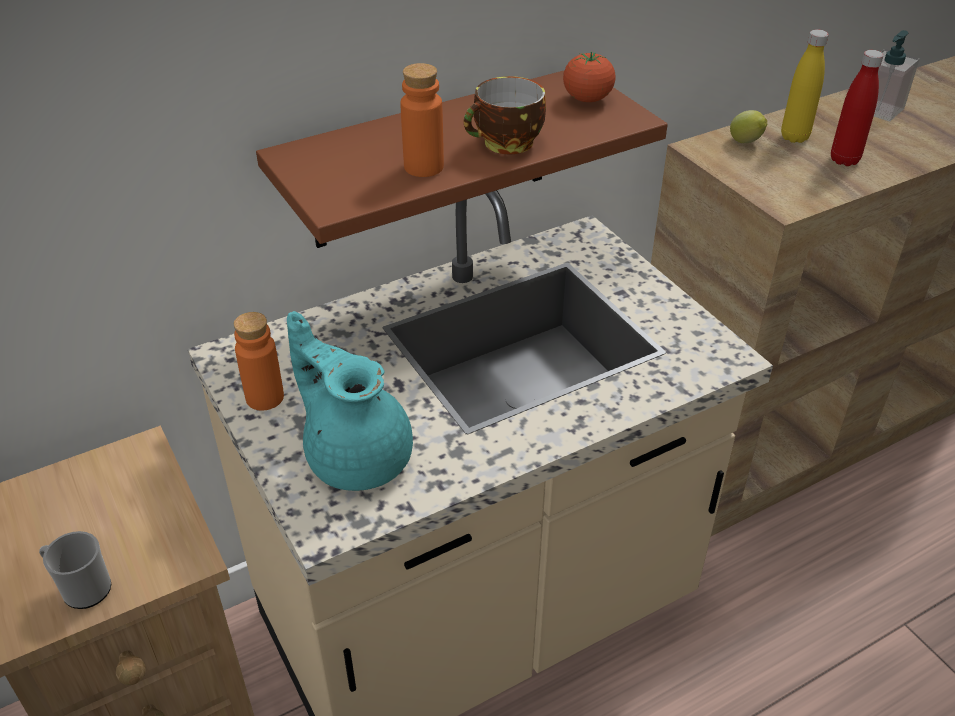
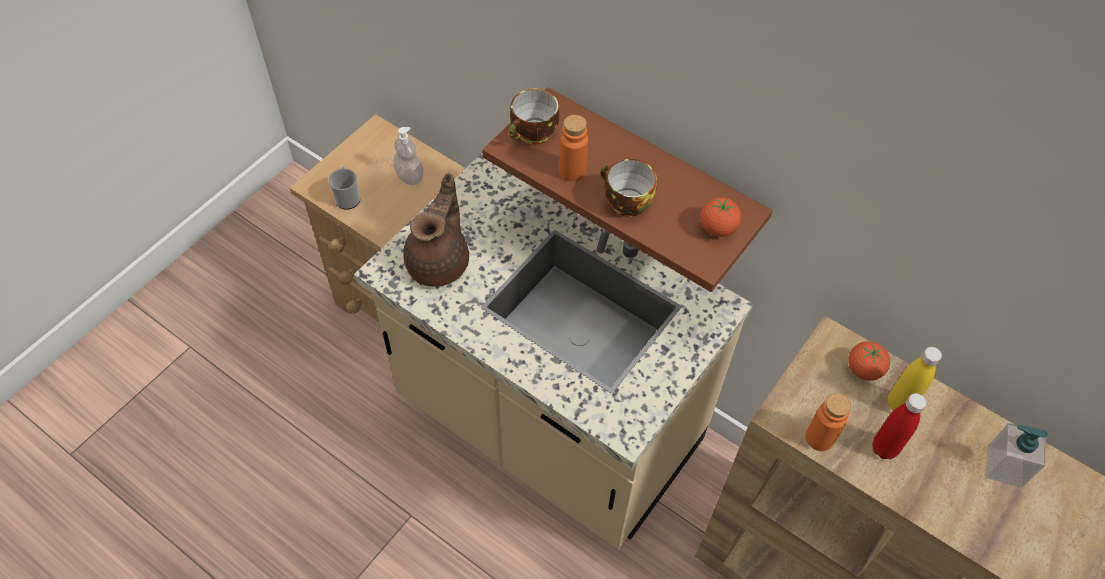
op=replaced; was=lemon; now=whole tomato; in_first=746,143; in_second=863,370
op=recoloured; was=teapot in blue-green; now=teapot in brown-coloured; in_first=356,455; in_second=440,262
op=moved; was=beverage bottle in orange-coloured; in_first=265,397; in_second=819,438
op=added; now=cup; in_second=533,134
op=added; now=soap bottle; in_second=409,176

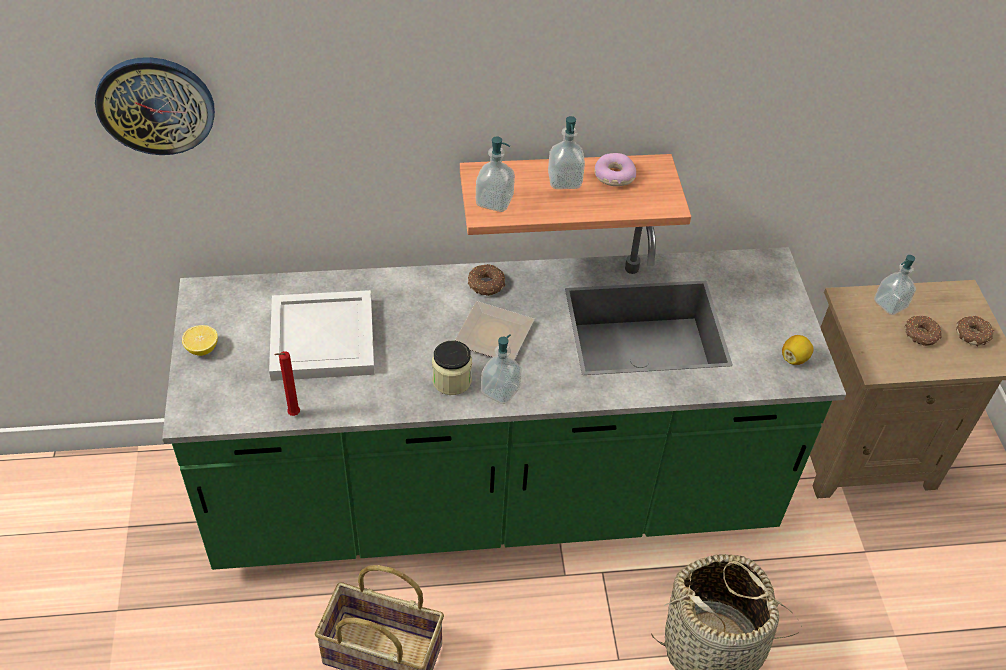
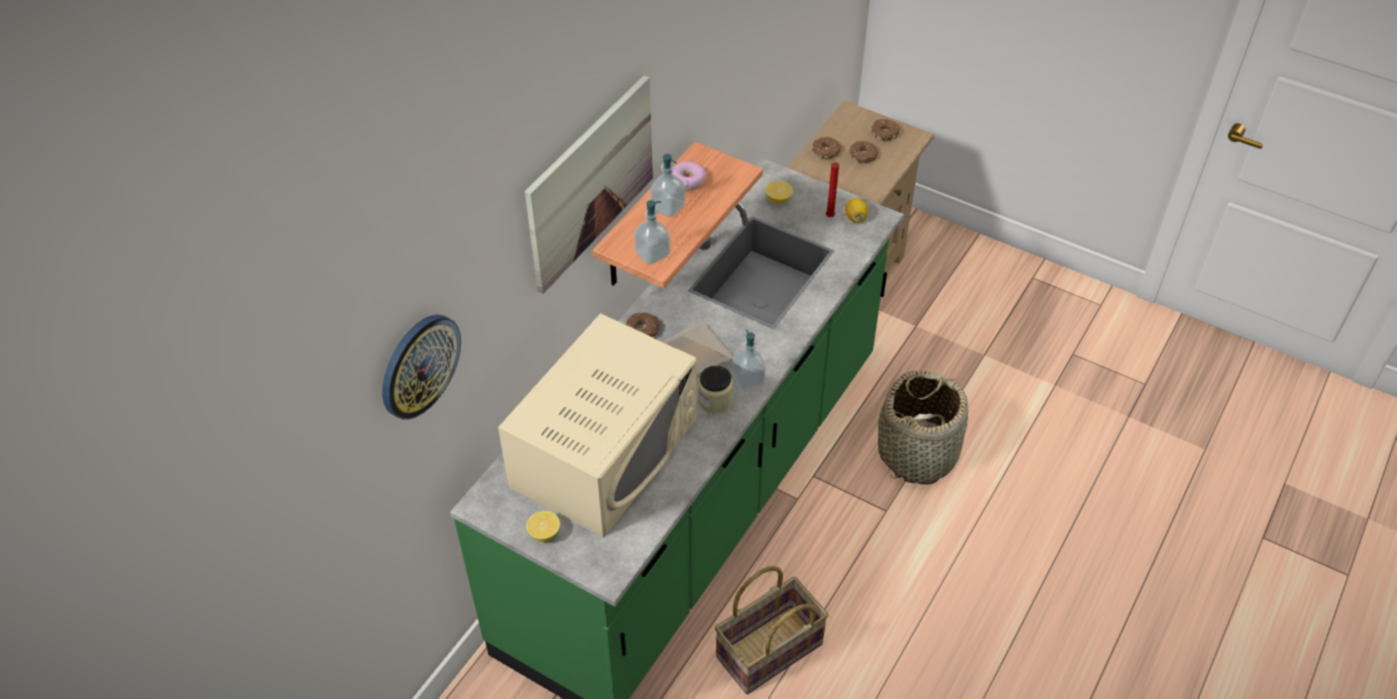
op=replaced; was=soap bottle; now=ring doughnut; in_first=890,304; in_second=826,151
op=replaced; was=tray in whitish; now=kitchen microwave in beige; in_first=324,337; in_second=605,451
op=moved; was=wax candle in red-coloured; in_first=292,415; in_second=830,218
op=added; now=wall art; in_second=590,182
op=added; now=lemon; in_second=778,199

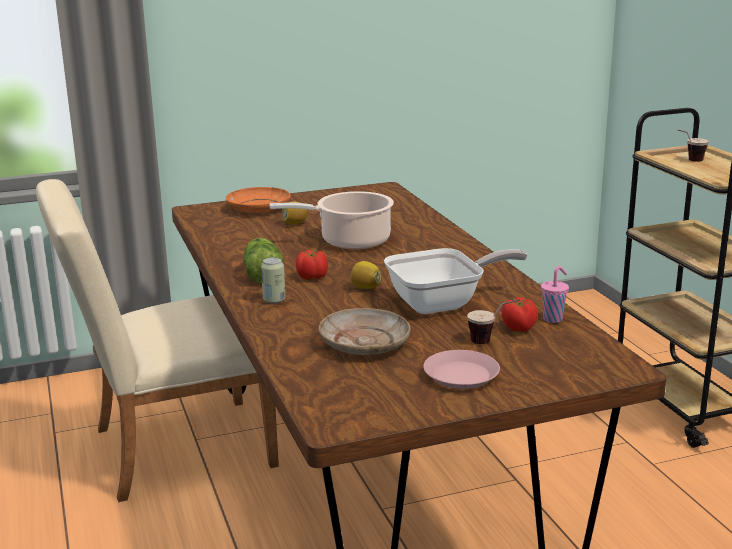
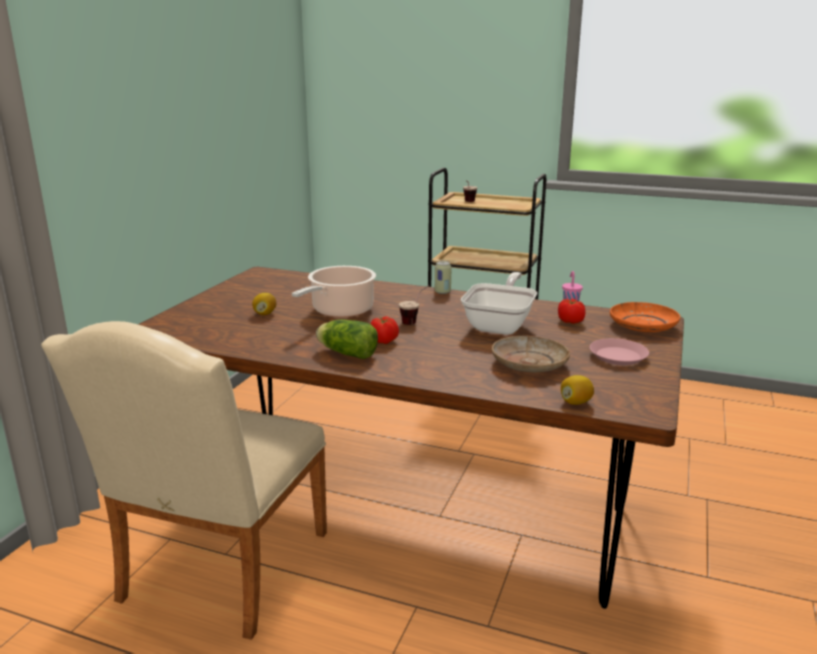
op=moved; was=flat dish in orange-coloured; in_first=258,208; in_second=643,325
op=moved; was=sealed can; in_first=274,300; in_second=442,292
op=moved; was=lemon; in_first=365,288; in_second=575,402
op=moved; was=cup; in_first=492,341; in_second=415,321

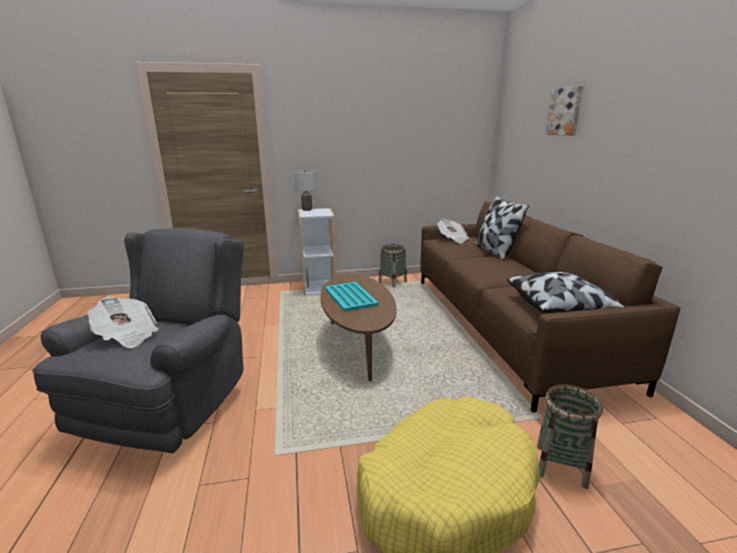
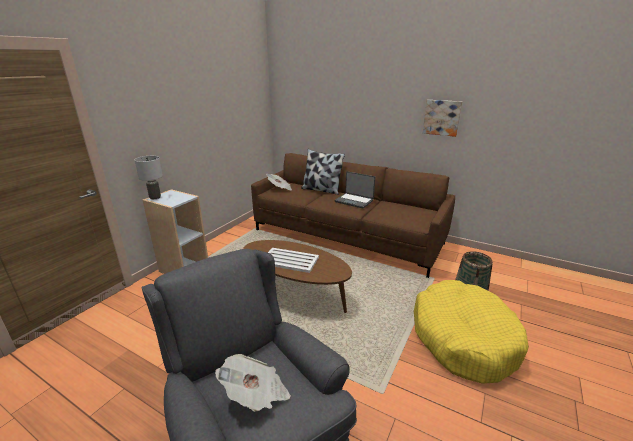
op=moved; was=wall art; in_first=565,111; in_second=442,117
op=removed; was=storage basket; in_first=392,282
op=removed; was=cushion; in_first=559,306
op=recoloured; was=tray in blue-green; now=tray in whitish; in_first=350,297; in_second=289,260
op=added; now=notebook computer; in_second=354,201

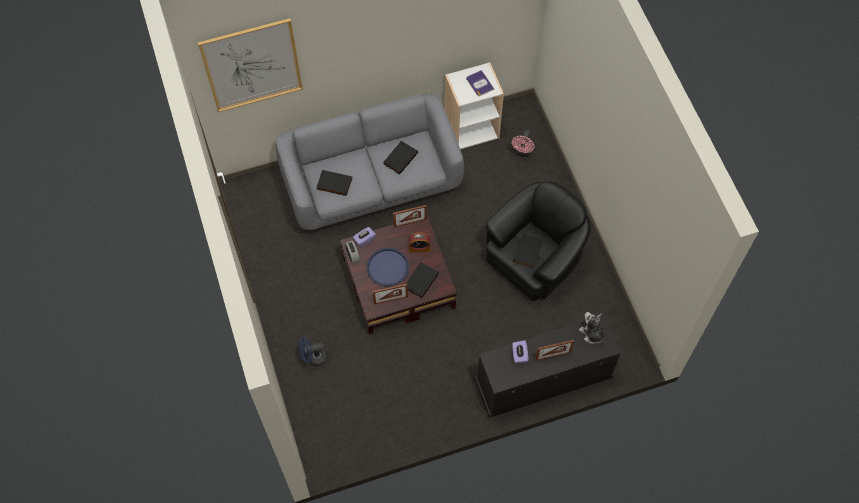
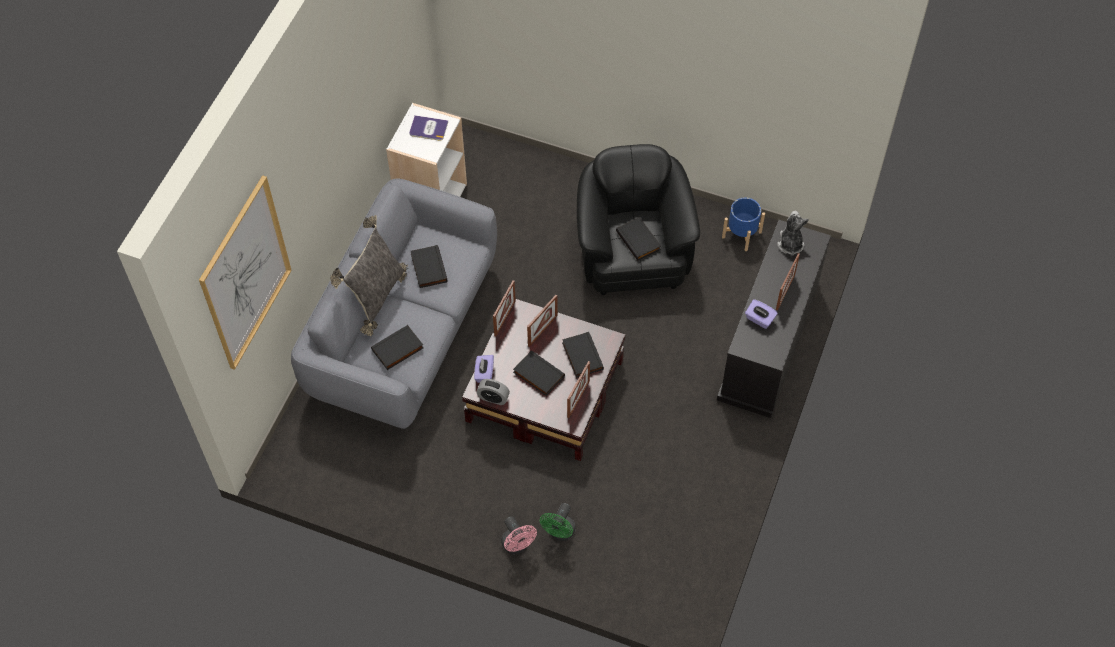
op=moved; was=cooling fan in pinkish; in_first=523,152; in_second=517,546
op=replaced; was=bedside clock; now=picture frame; in_first=419,248; in_second=542,330
op=replaced; was=tray in blue-coloured; now=volume in blackish; in_first=387,267; in_second=537,375
op=turned; was=plush toy; in_first=591,333; in_second=790,243; clockwise=90
op=recoloured; was=cooling fan in blue-coloured; now=cooling fan in green-coloured; in_first=314,358; in_second=560,533
op=added; now=plant pot in blue-coloured; in_second=741,234
op=added; now=cushion; in_second=374,299

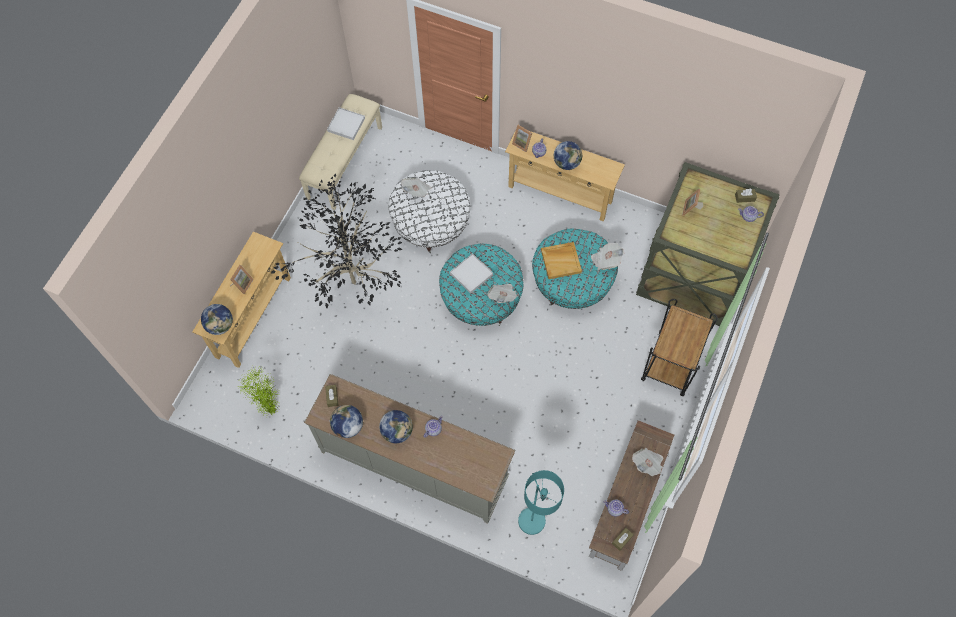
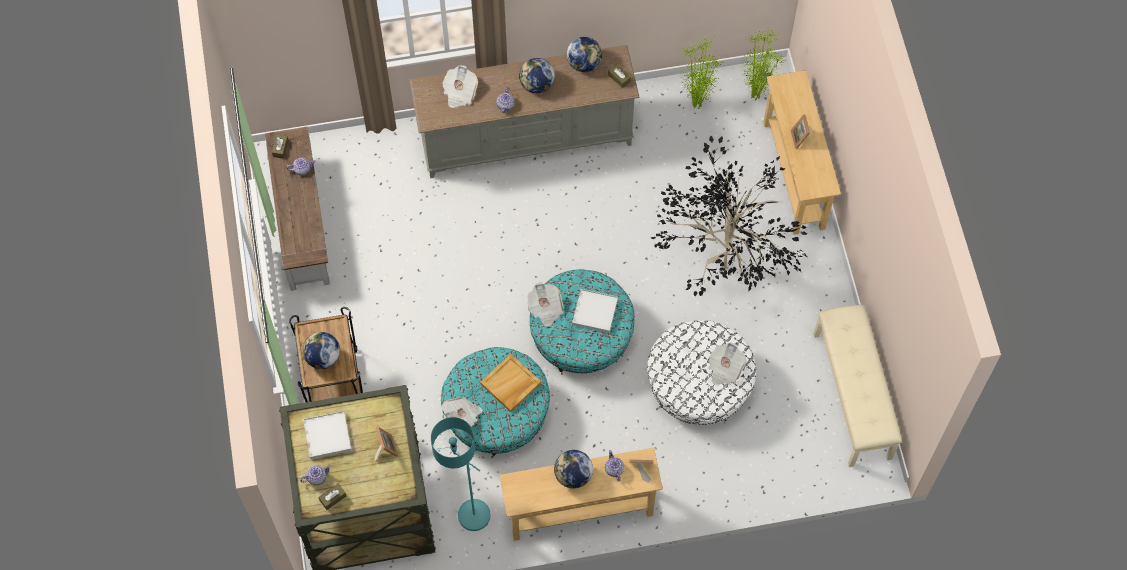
op=moved; was=tray in whitish; in_first=346,124; in_second=327,436
op=moved; was=desk globe; in_first=220,325; in_second=323,358
op=moved; was=newspaper; in_first=647,464; in_second=459,92
op=moved; was=standard lamp in blue-green; in_first=534,529; in_second=466,510
op=added; now=houseplant; in_second=755,95

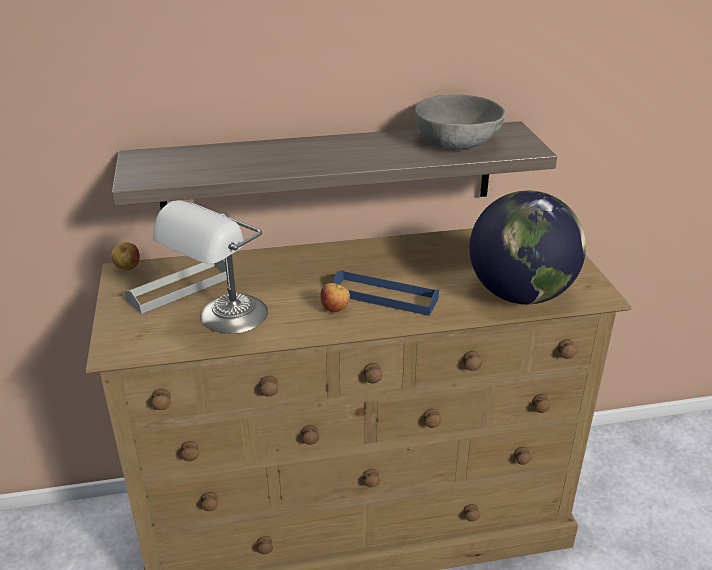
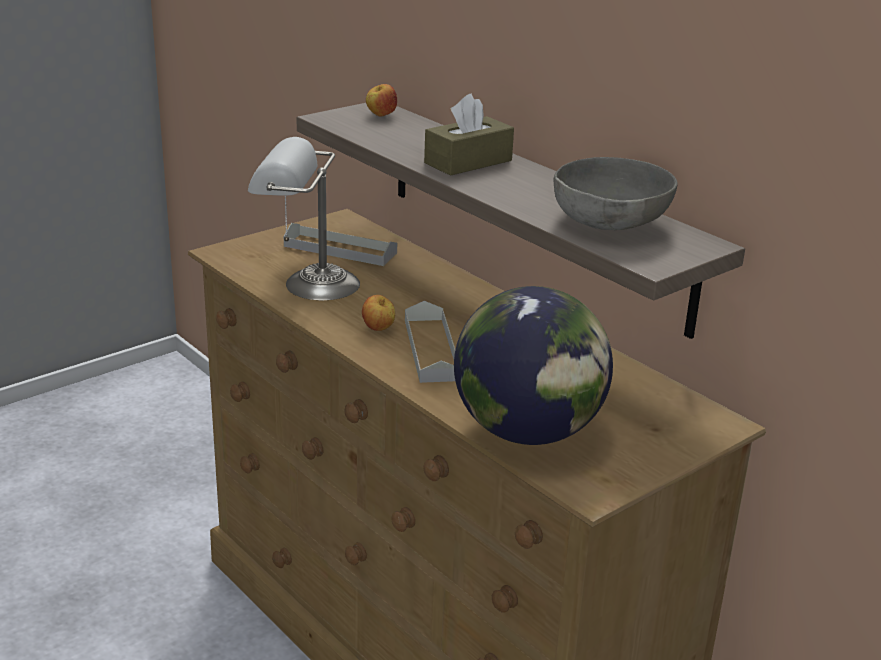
op=moved; was=apple fruit; in_first=127,269; in_second=381,115
op=recoloured; was=tray in blue-coloured; now=tray in greyish; in_first=384,296; in_second=431,349
op=added; now=box of tissues in brown-coloured; in_second=468,162

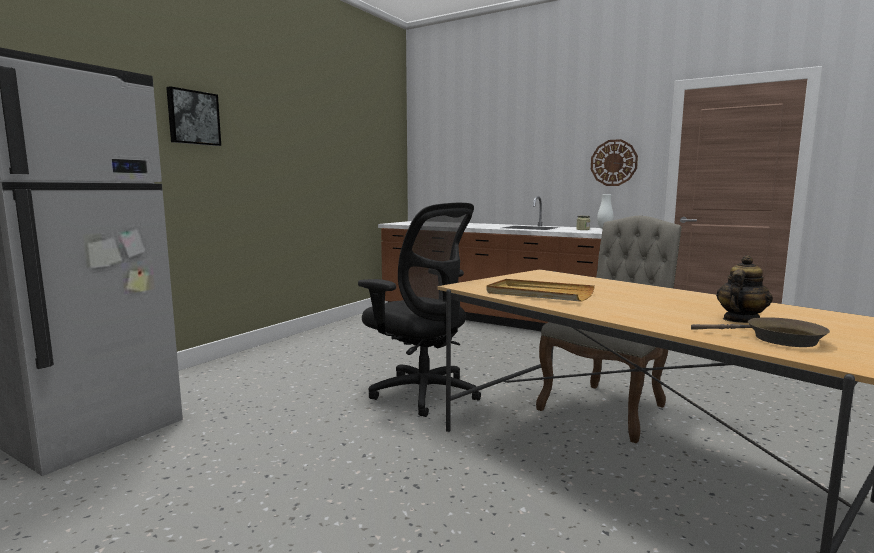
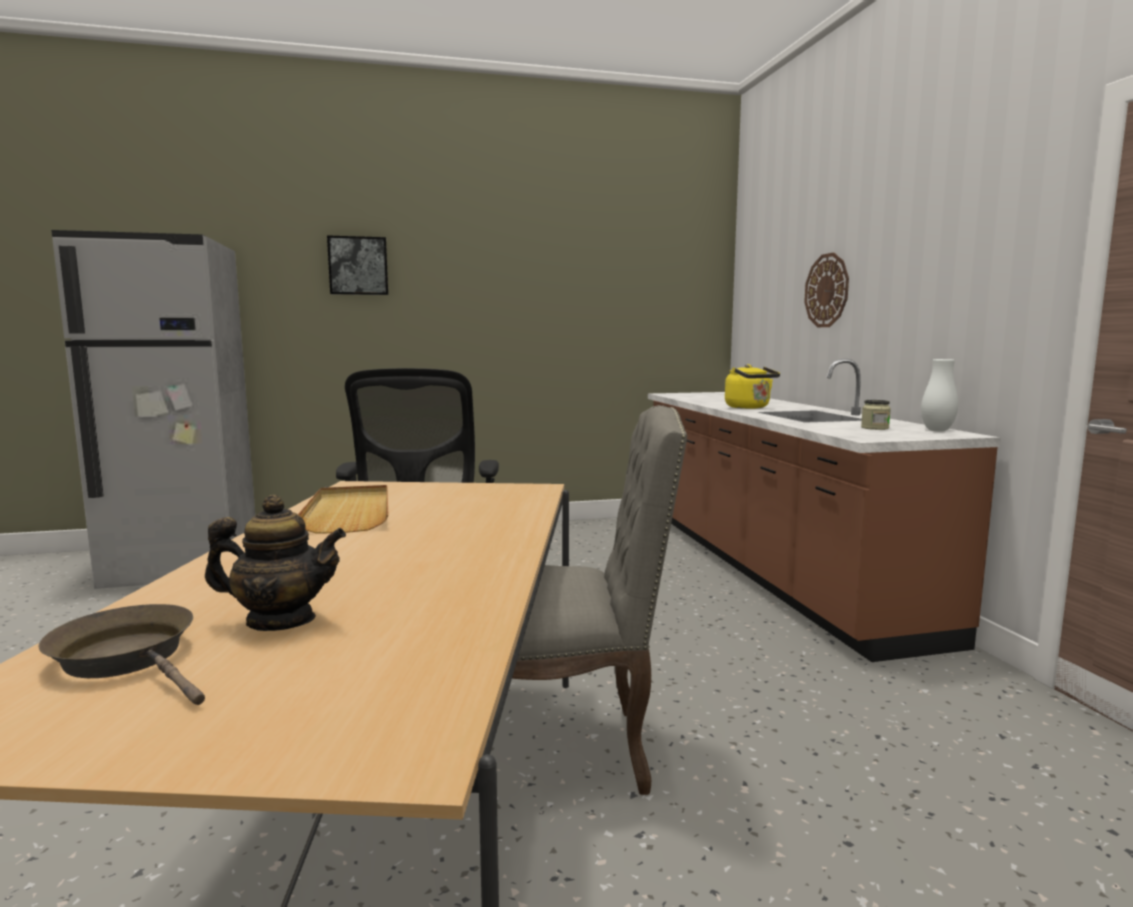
op=moved; was=clock on the wall; in_first=613,163; in_second=827,290
op=turned; was=skillet in brown-coloured; in_first=777,339; in_second=130,659; clockwise=150
op=added; now=kettle in yellowish; in_second=749,407

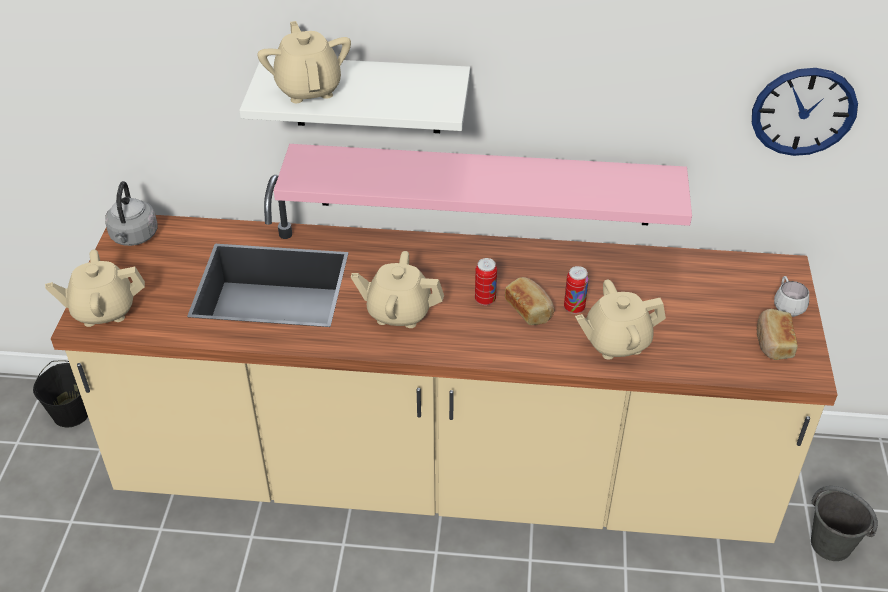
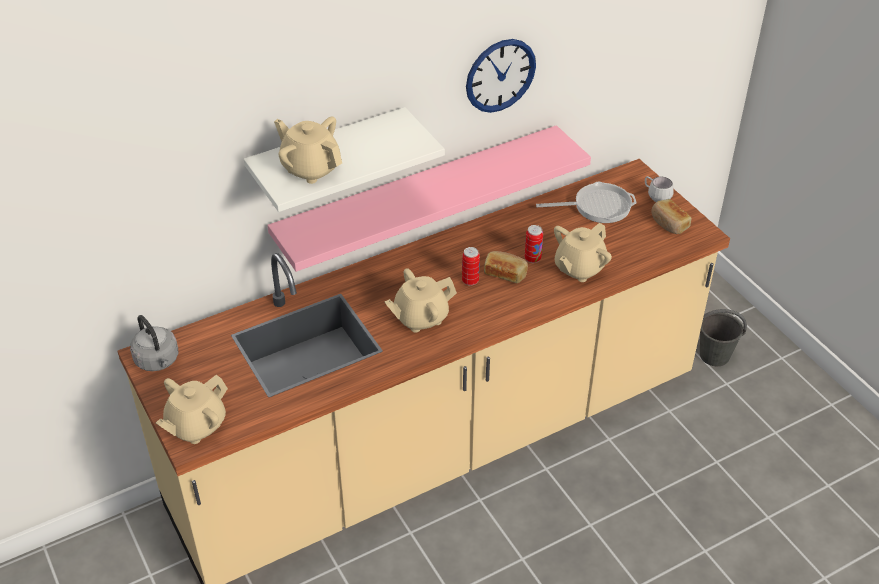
op=moved; was=clock on the wall; in_first=803,111; in_second=500,75
op=removed; was=bucket in blackish; in_first=71,413
op=added; now=skillet; in_second=597,206

